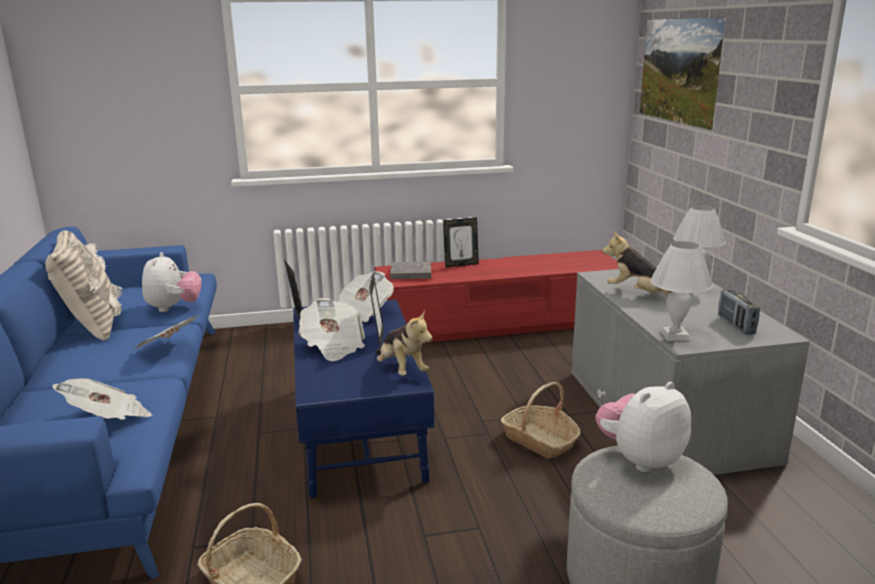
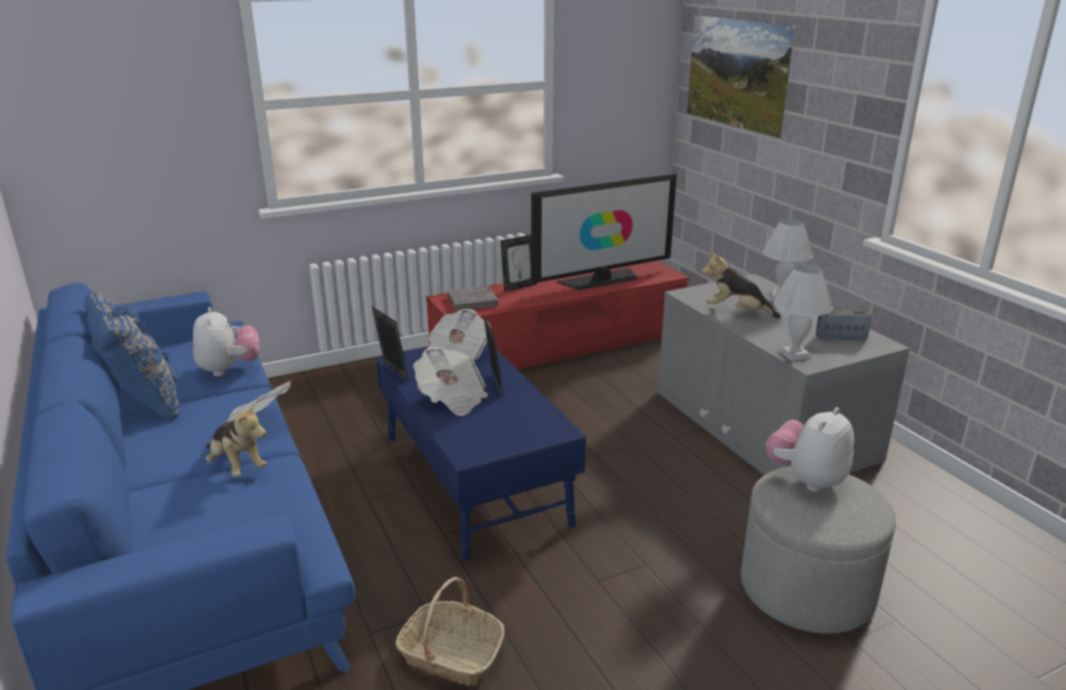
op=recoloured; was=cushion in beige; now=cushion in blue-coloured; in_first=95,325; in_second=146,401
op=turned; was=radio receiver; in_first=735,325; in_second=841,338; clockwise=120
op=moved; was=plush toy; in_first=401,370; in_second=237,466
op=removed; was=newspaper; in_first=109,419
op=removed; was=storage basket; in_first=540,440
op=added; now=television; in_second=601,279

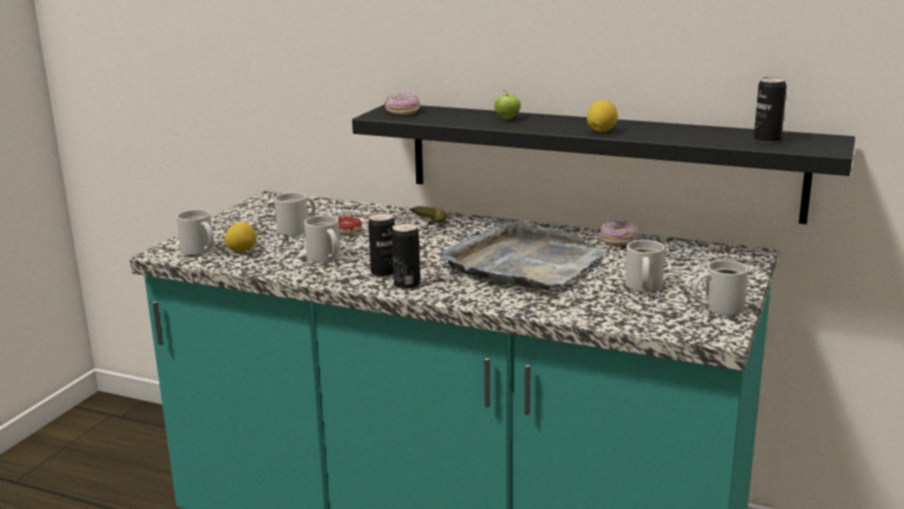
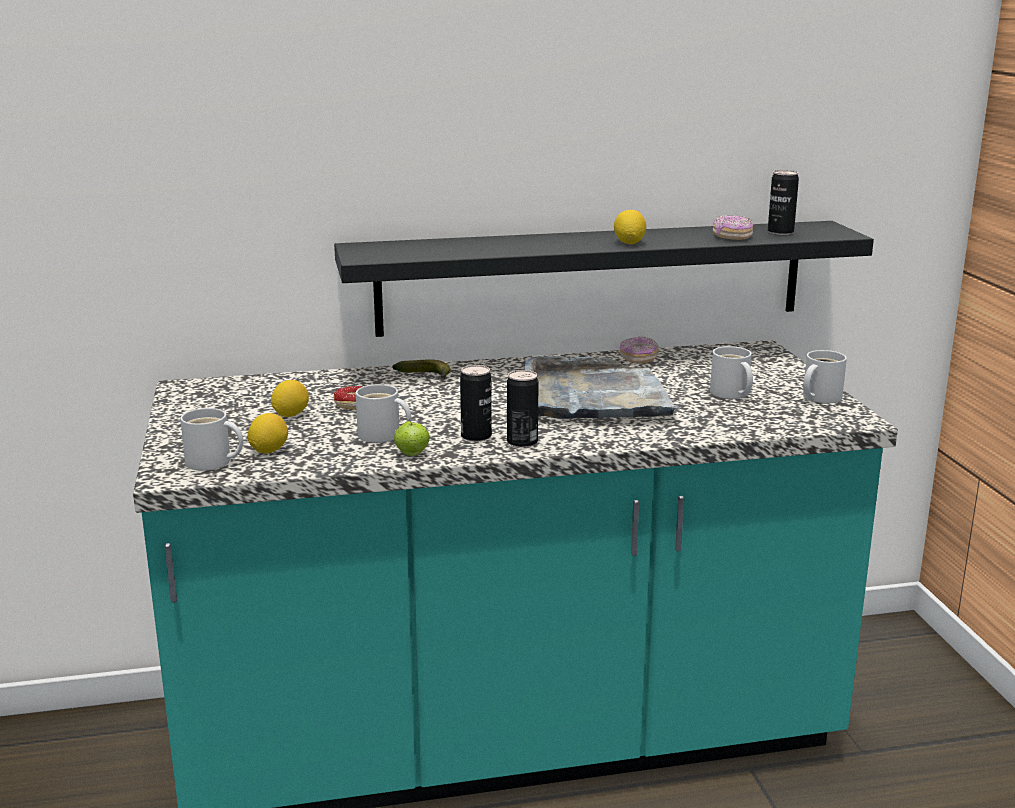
op=moved; was=apple fruit; in_first=507,118; in_second=412,454
op=moved; was=ring doughnut; in_first=402,112; in_second=732,237
op=replaced; was=coffee mug in whitish; now=lemon; in_first=296,230; in_second=290,415

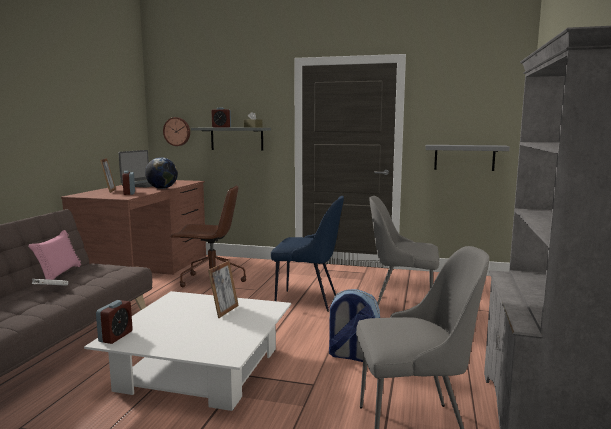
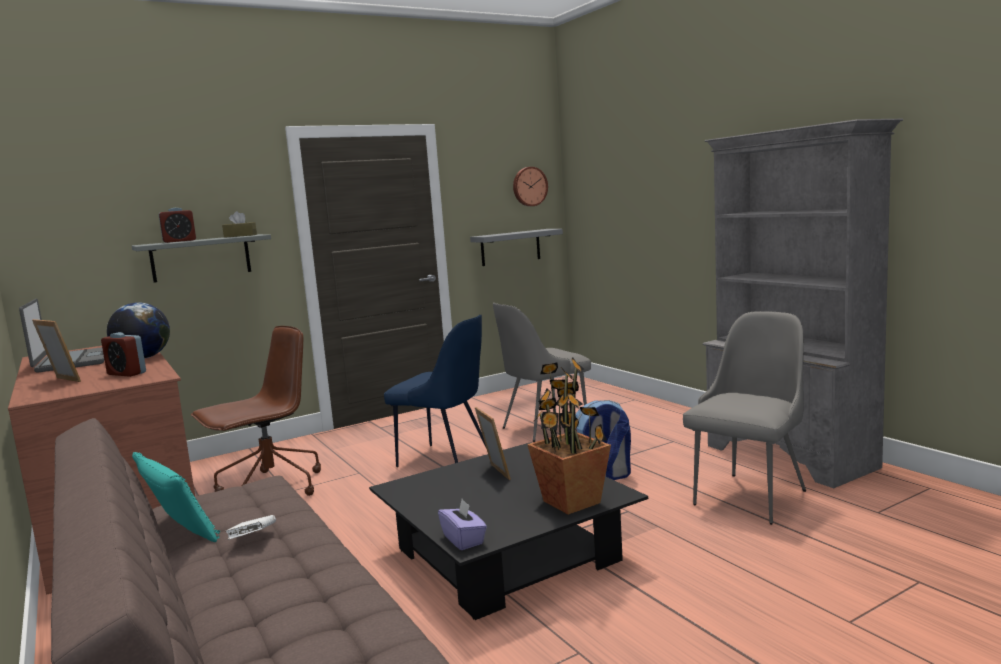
op=moved; was=clock on the wall; in_first=177,131; in_second=529,186
op=turned; was=plain chair in blue-coloured; in_first=307,300; in_second=445,459; clockwise=60
op=recoloured; was=cushion in pinkish; now=cushion in blue-green; in_first=59,275; in_second=179,529
op=recoloured; was=low table in whitish; now=low table in blackish; in_first=200,368; in_second=505,555
op=replaced; was=bedside clock; now=box of tissues in purplish; in_first=116,336; in_second=464,539
op=added; now=houseplant; in_second=571,502

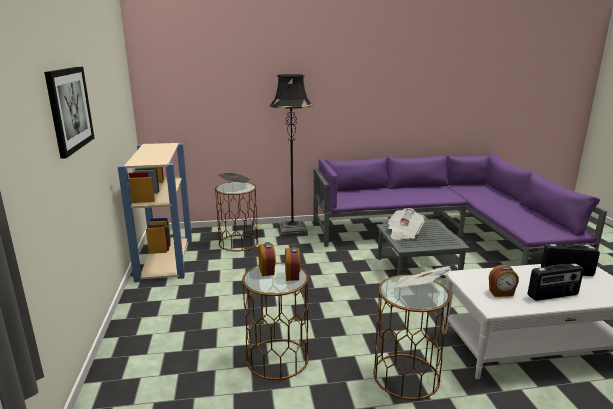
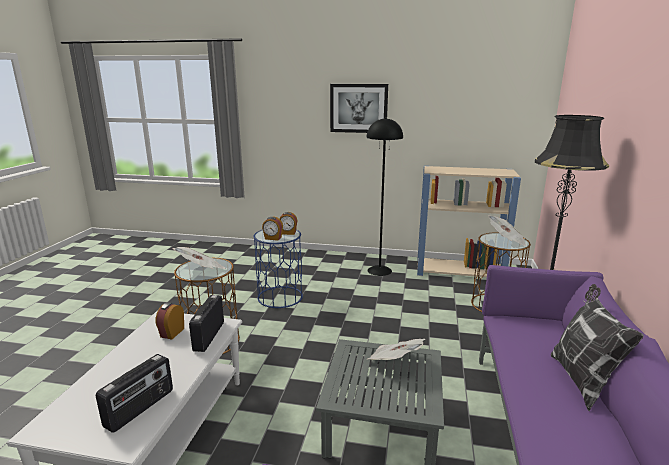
op=recoloured; was=end table in brown-coloured; now=end table in blue-coloured; in_first=277,358; in_second=280,297
op=moved; was=radio receiver; in_first=553,295; in_second=208,336
op=added; now=standard lamp in blackish; in_second=380,270
op=added; now=cushion; in_second=582,380

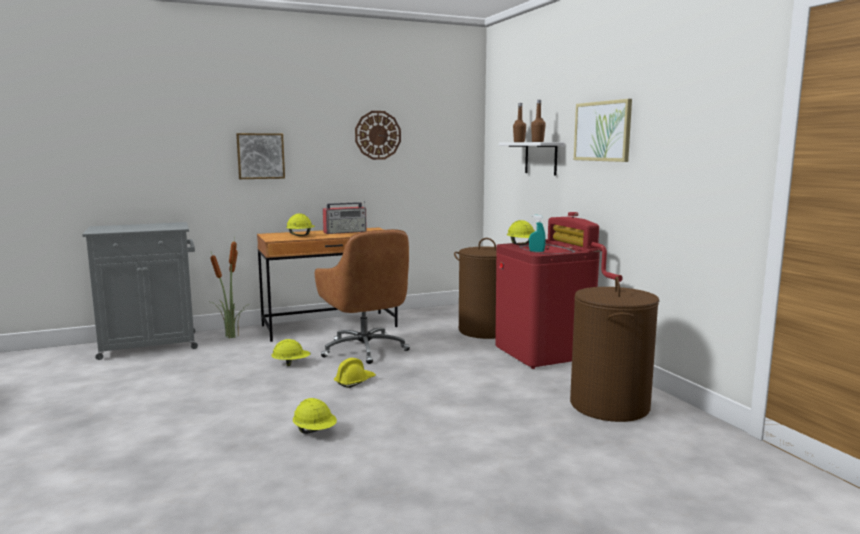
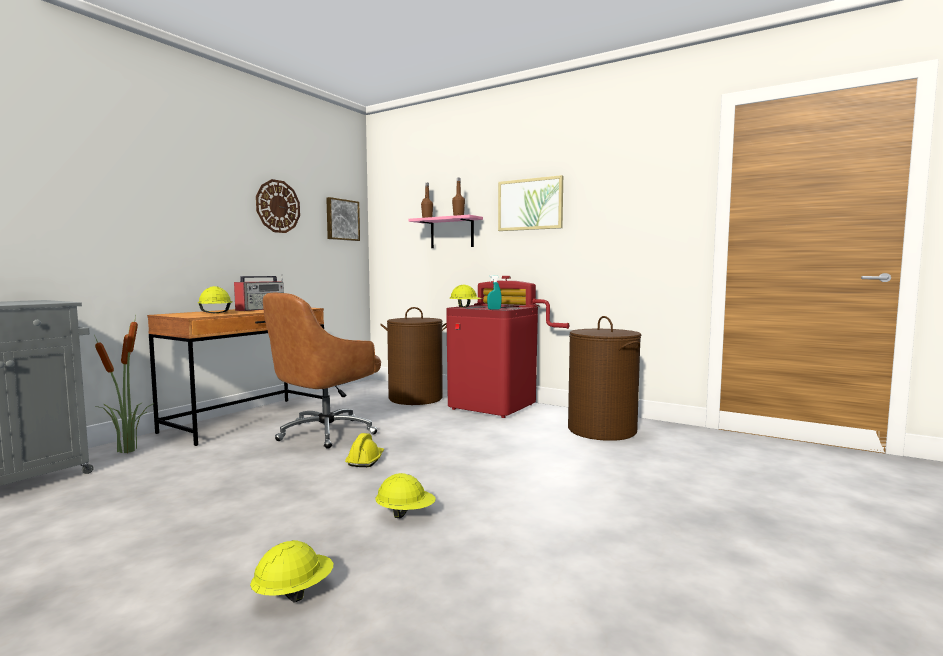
op=moved; was=wall art; in_first=260,156; in_second=342,220
op=recoloured; was=shelf in whitish; now=shelf in pinkish; in_first=541,158; in_second=452,233
op=turned; was=desk chair in brown-coloured; in_first=364,350; in_second=325,433; clockwise=105
op=moved; was=work helmet in yellowish; in_first=291,364; in_second=293,593

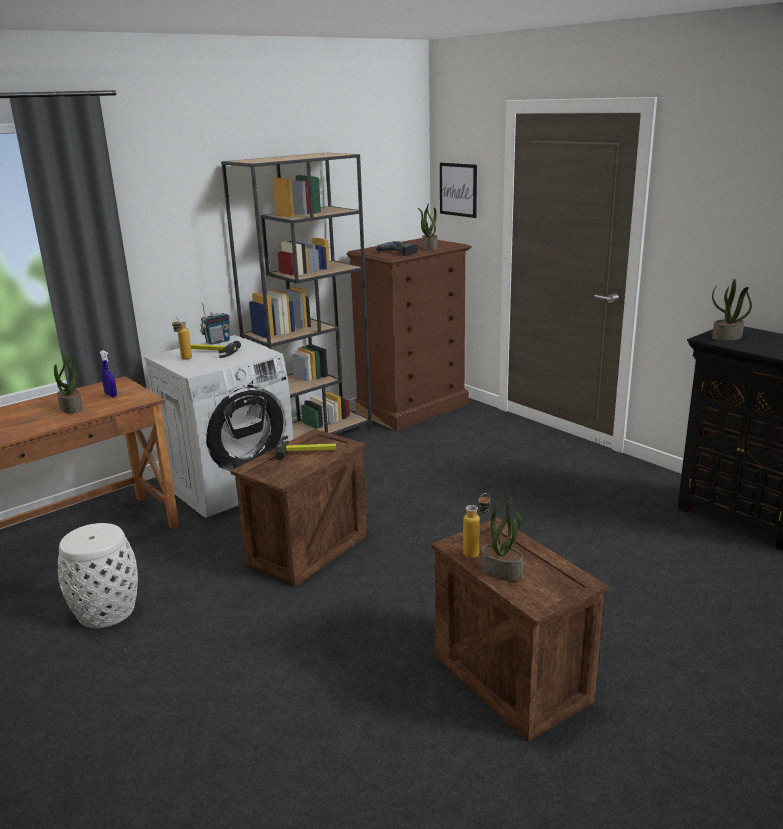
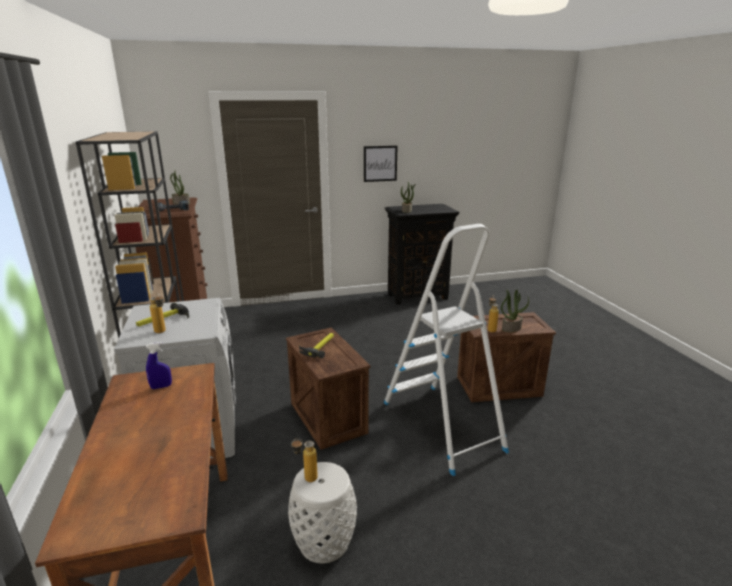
op=moved; was=wall art; in_first=458,189; in_second=380,163
op=removed; was=radio receiver; in_first=217,342
op=removed; was=houseplant; in_first=72,408
op=added; now=step stool in whitish; in_second=440,425
op=added; now=beverage bottle; in_second=305,479

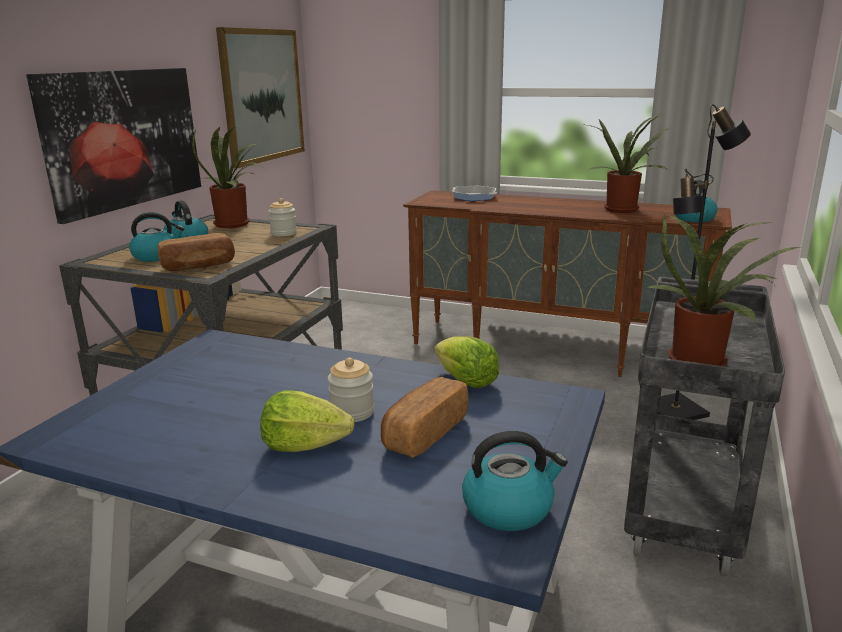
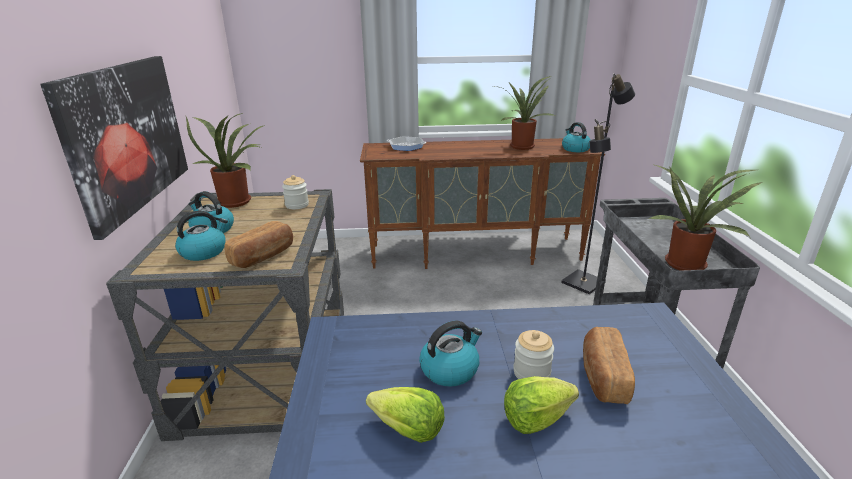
op=removed; was=wall art; in_first=262,96
op=moved; was=head of lettuce; in_first=465,381; in_second=408,429
op=moved; was=kettle; in_first=509,508; in_second=450,369

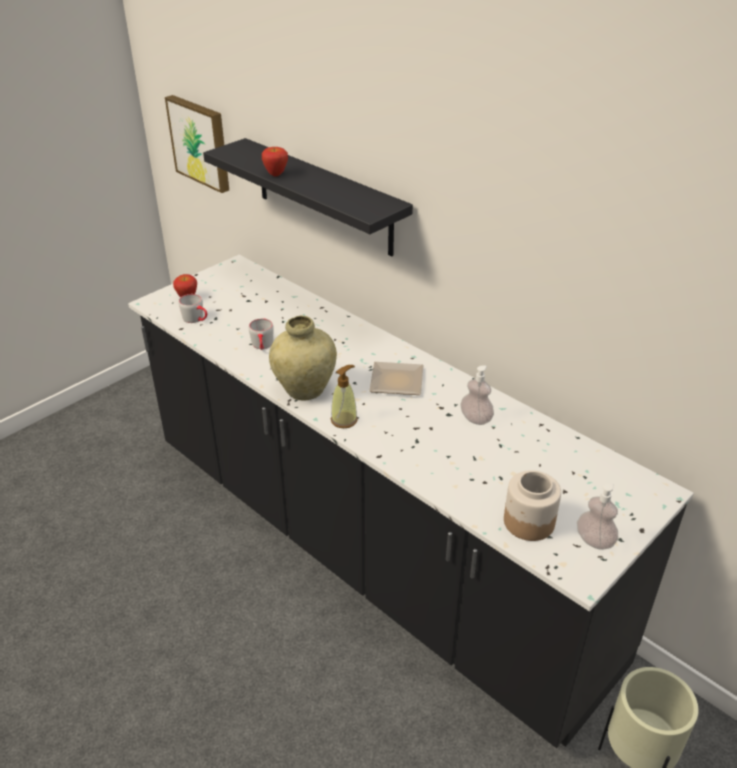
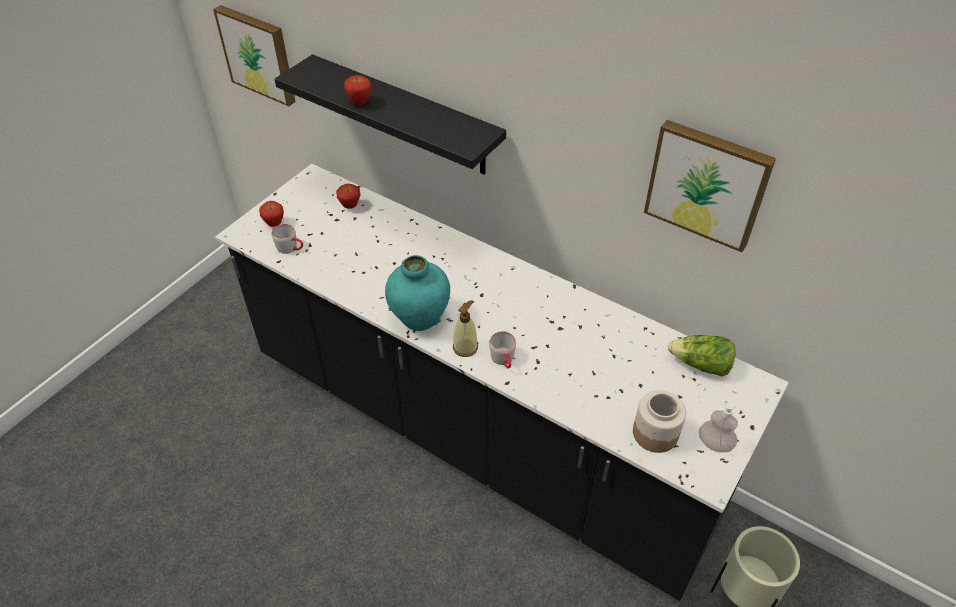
op=recoloured; was=vase in beige; now=vase in blue-green; in_first=305,390; in_second=420,319
op=moved; was=coffee mug in greyish; in_first=262,346; in_second=504,360
op=removed; was=flat dish; in_first=395,380
op=removed; was=soap bottle; in_first=476,419
op=added; now=wall art; in_second=707,183
op=added; now=apple fruit; in_second=350,206
op=added; now=head of lettuce; in_second=701,365

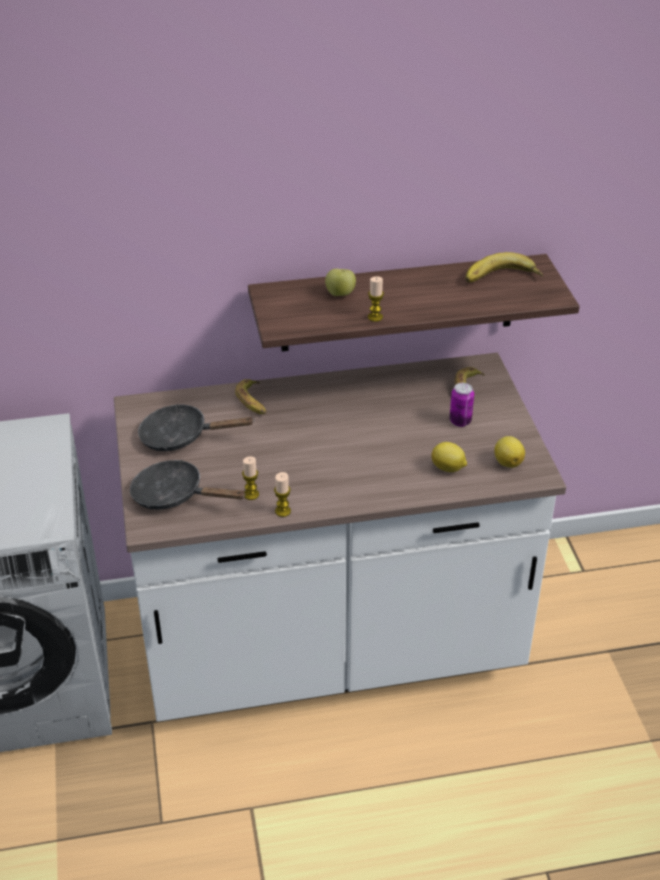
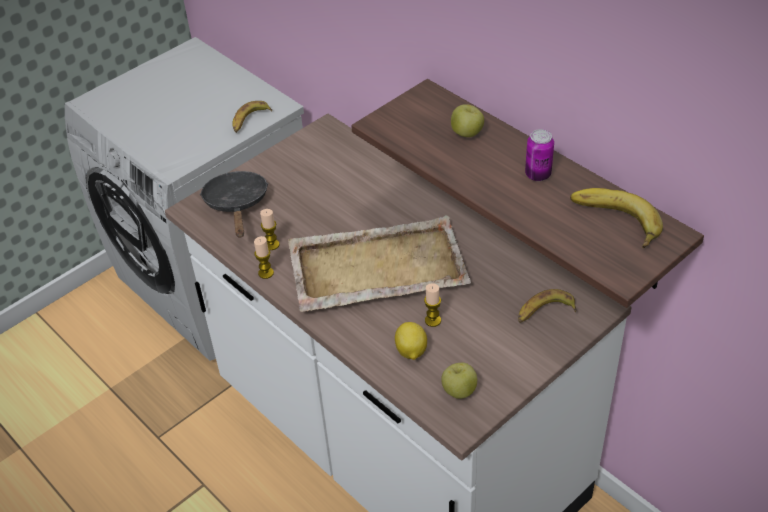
op=moved; was=wax candle; in_first=375,317; in_second=433,320
op=moved; was=whole banana; in_first=253,401; in_second=250,120
op=moved; was=sealed can; in_first=460,421; in_second=538,175
op=removed; was=skillet in blackish; in_first=181,437
op=replaced; was=lemon; now=apple fruit; in_first=508,462; in_second=459,391
op=added; now=tray in beige; in_second=375,268

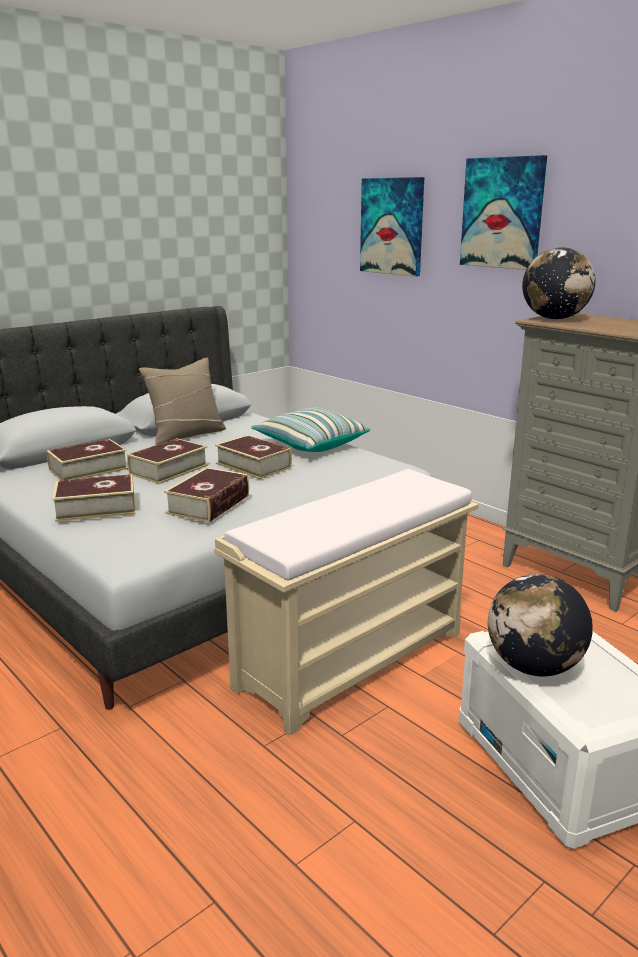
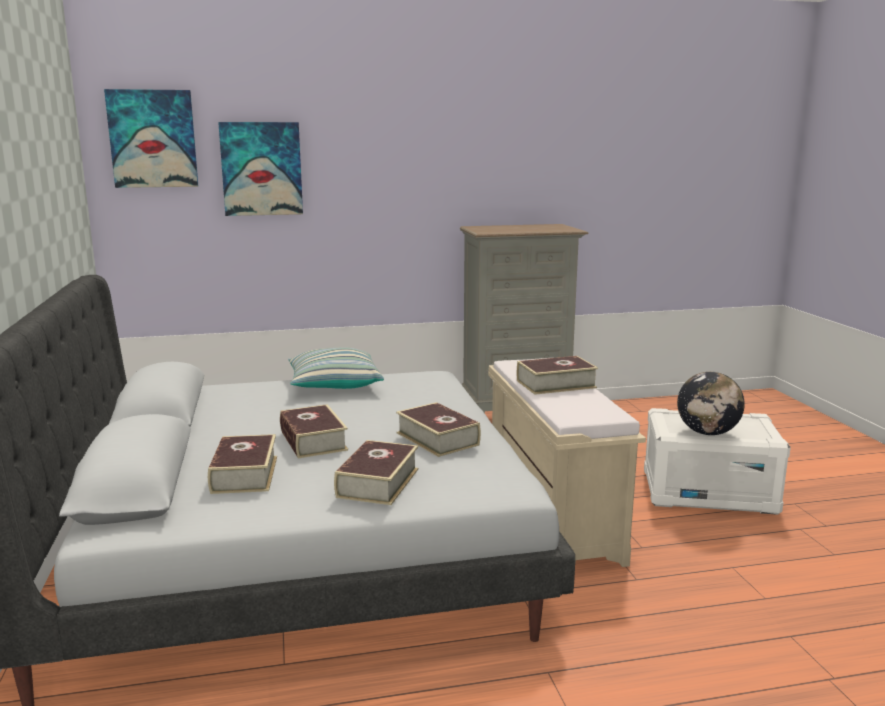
op=moved; was=wall art; in_first=503,213; in_second=153,139
op=removed; was=desk globe; in_first=554,318
op=removed; was=cushion in beige; in_first=186,435
op=moved; was=volume; in_first=253,465; in_second=556,384

